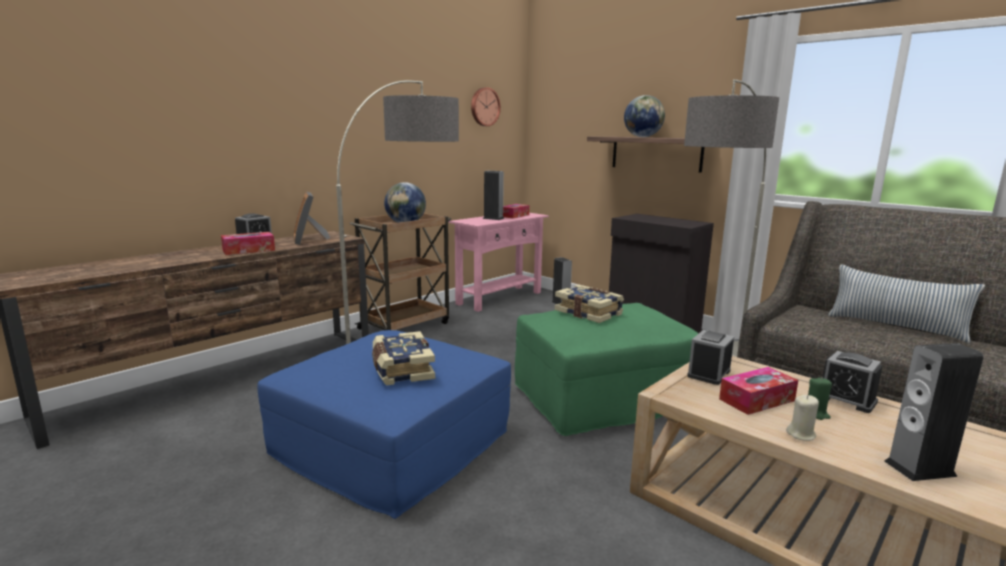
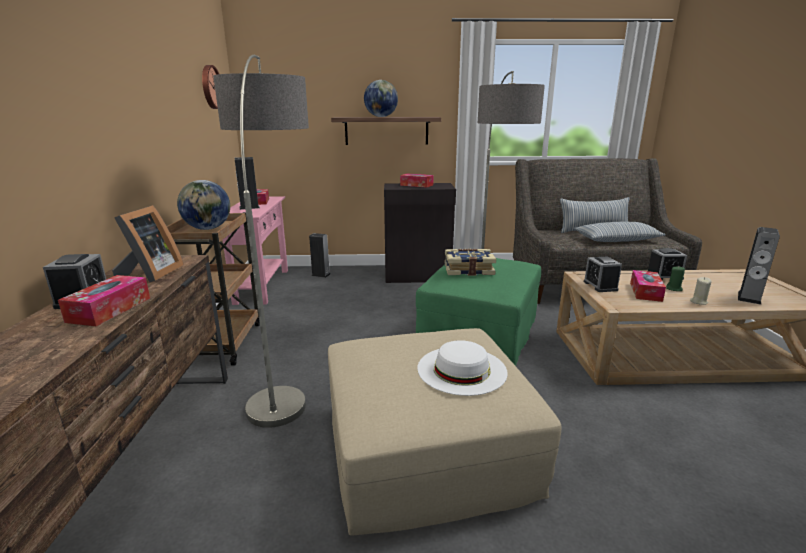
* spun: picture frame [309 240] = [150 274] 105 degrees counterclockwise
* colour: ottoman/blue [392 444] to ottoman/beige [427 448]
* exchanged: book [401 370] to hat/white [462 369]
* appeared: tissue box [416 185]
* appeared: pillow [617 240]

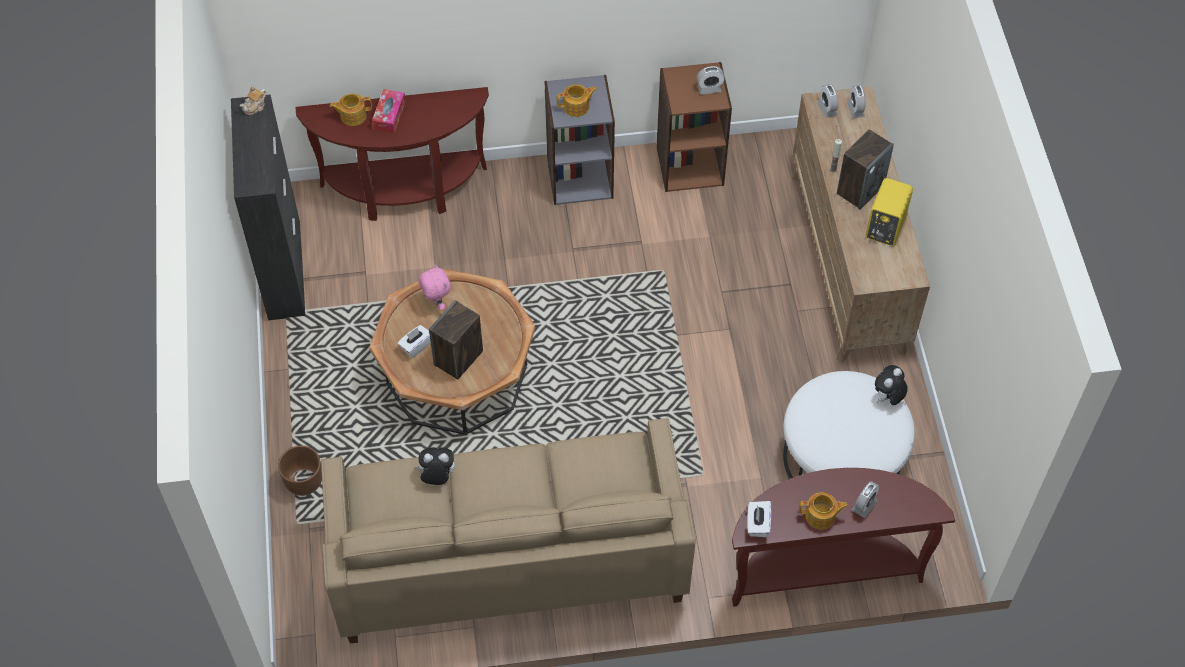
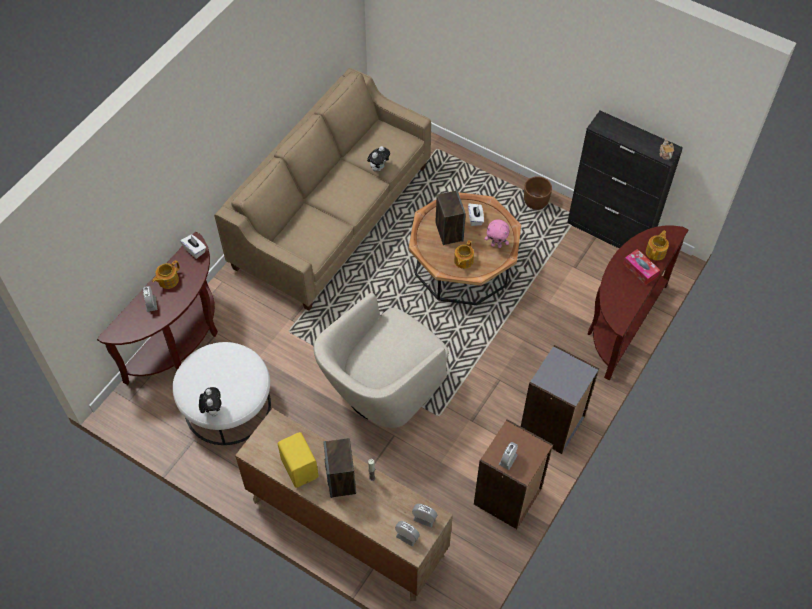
* relocated: teapot [577 107] to [463 261]
* relocated: planter/brown [303 481] to [536 201]
* appeared: armchair/beige [382 390]

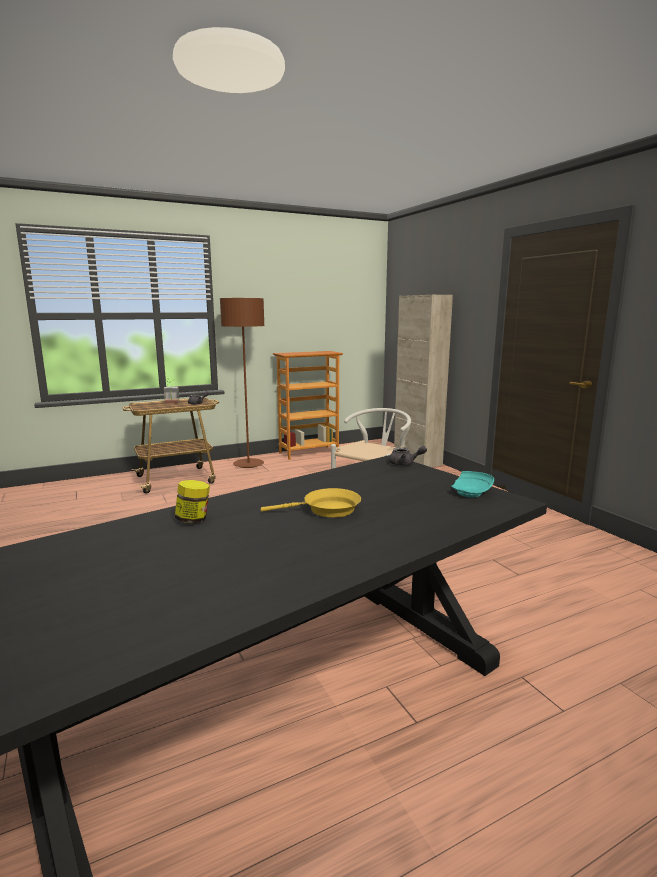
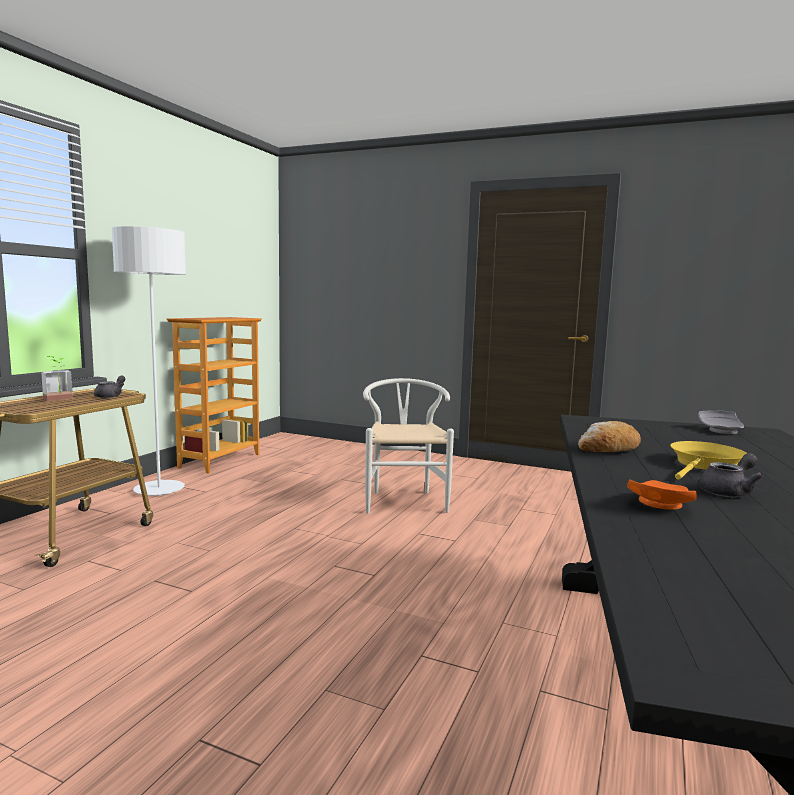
* missing: cabinet/beige [417 460]
* colour: floor lamp/brown [248 464] to floor lamp/white [159 490]
* relocated: teapot/grey [405 464] to [729 492]
* colour: plate/turquoise [471 492] to plate/grey [721 430]
* exchanged: jar [193 520] to plate/orange [658 505]
* appeared: bread [608 450]

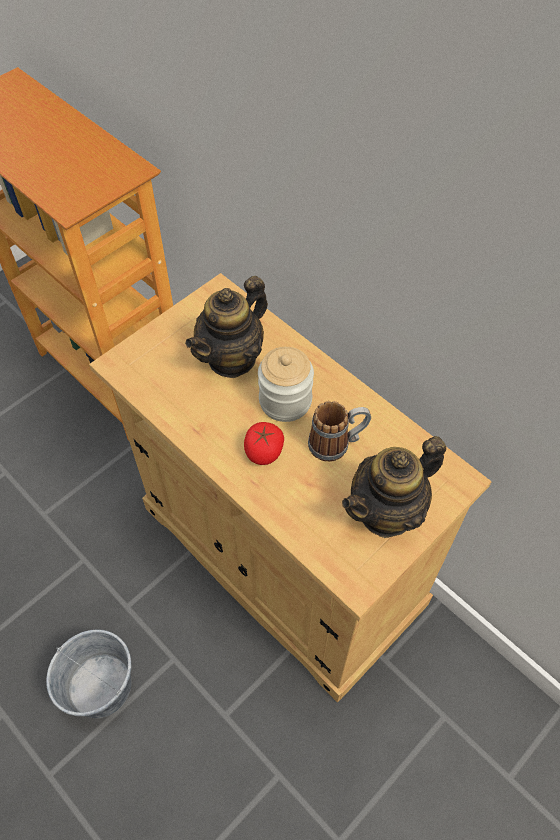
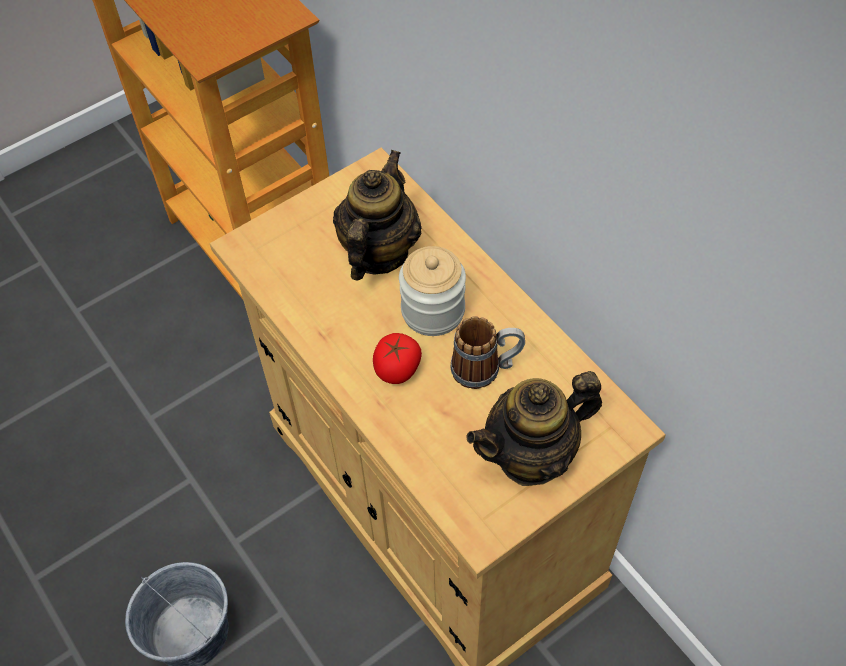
* spun: teapot [232 358] = [378 252] 150 degrees clockwise

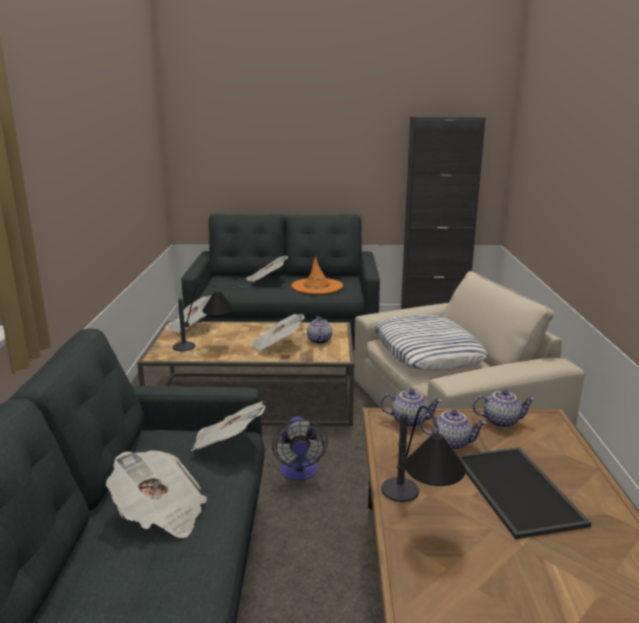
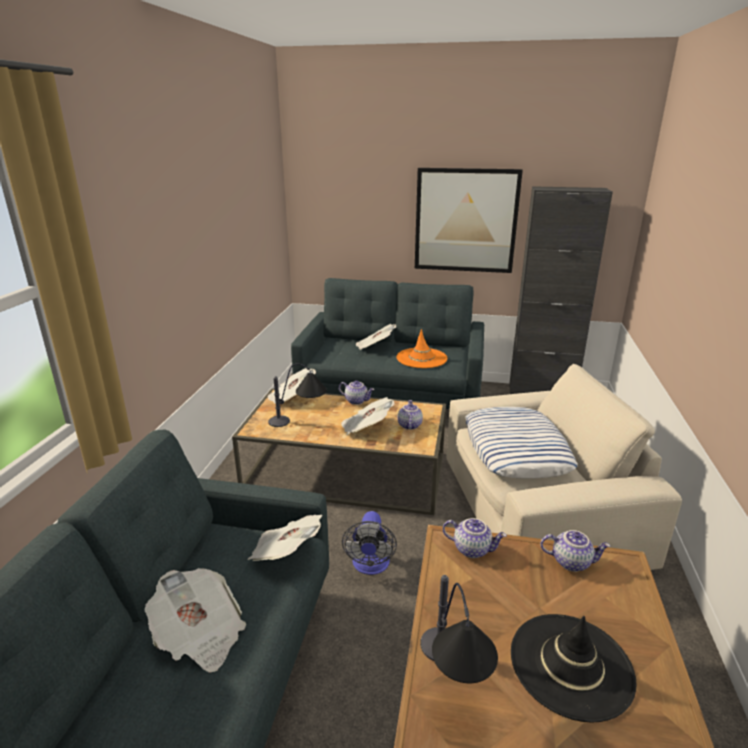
* relocated: teapot [451 443] to [357 401]
* exchanged: tray [519 490] to hat/black [571 665]
* appeared: picture [465 220]

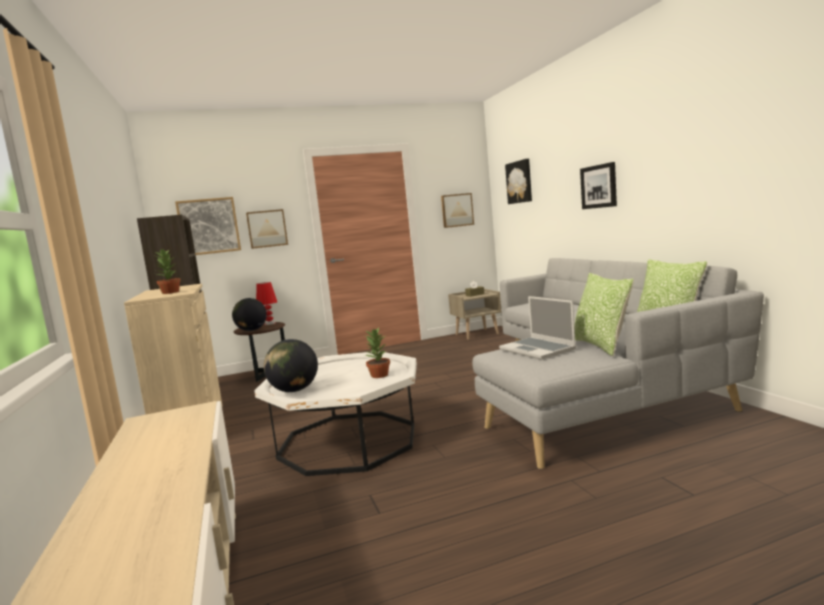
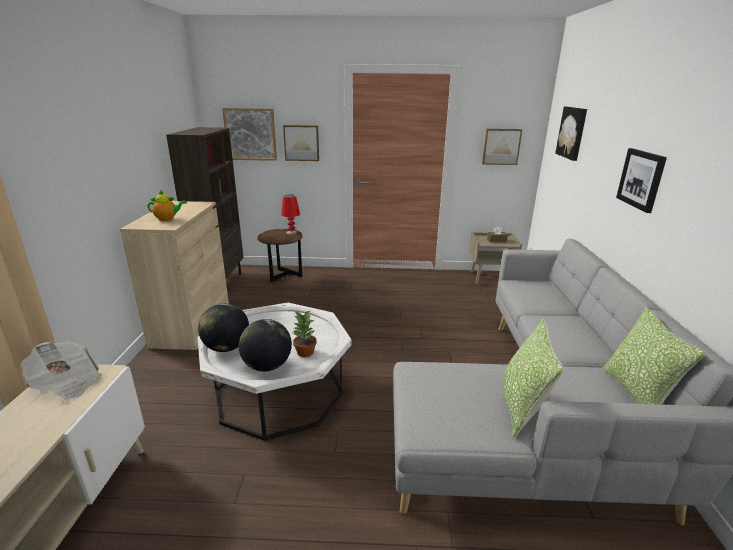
* exchanged: potted plant [170 292] to teapot [168 219]
* missing: laptop [538 349]
* relocated: globe [252 330] to [267 366]
* appeared: newspaper [67 384]

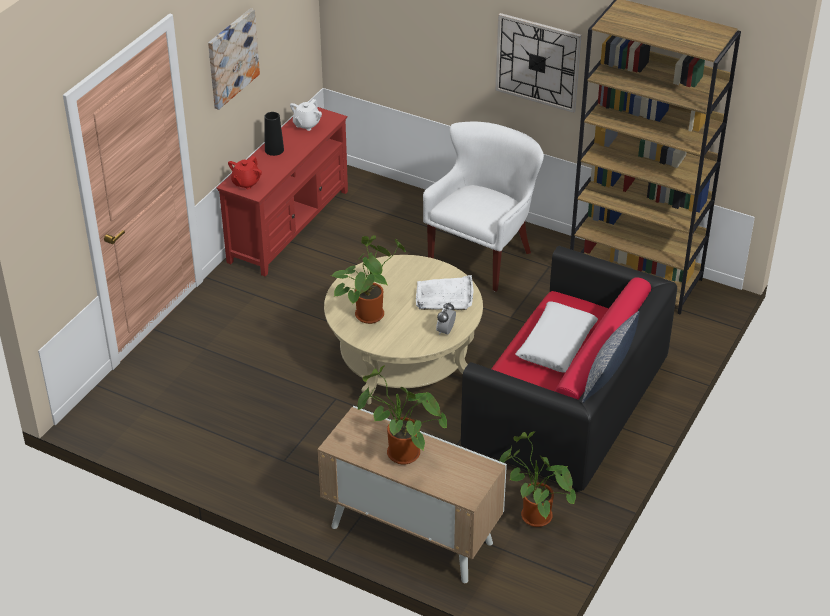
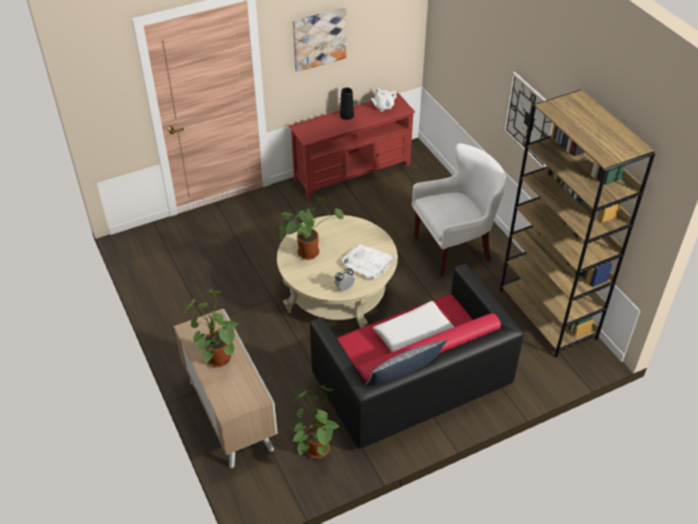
* missing: teapot/red [246 183]

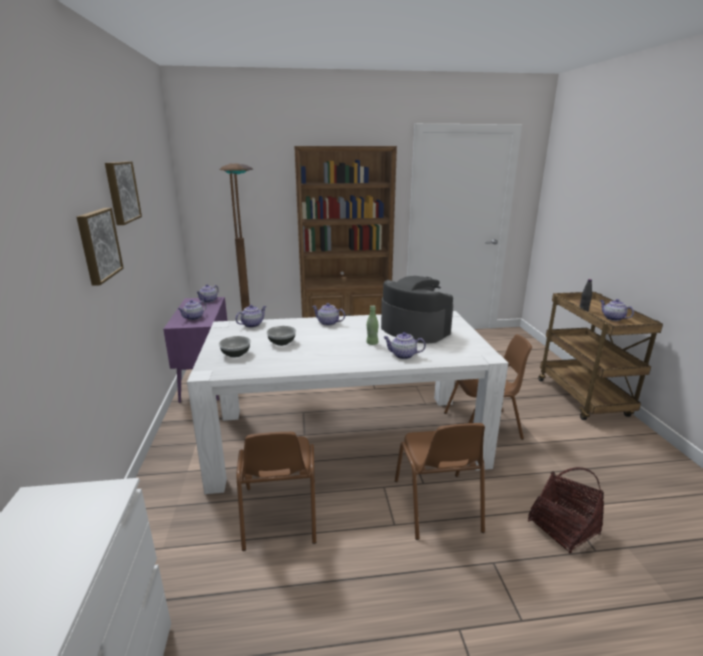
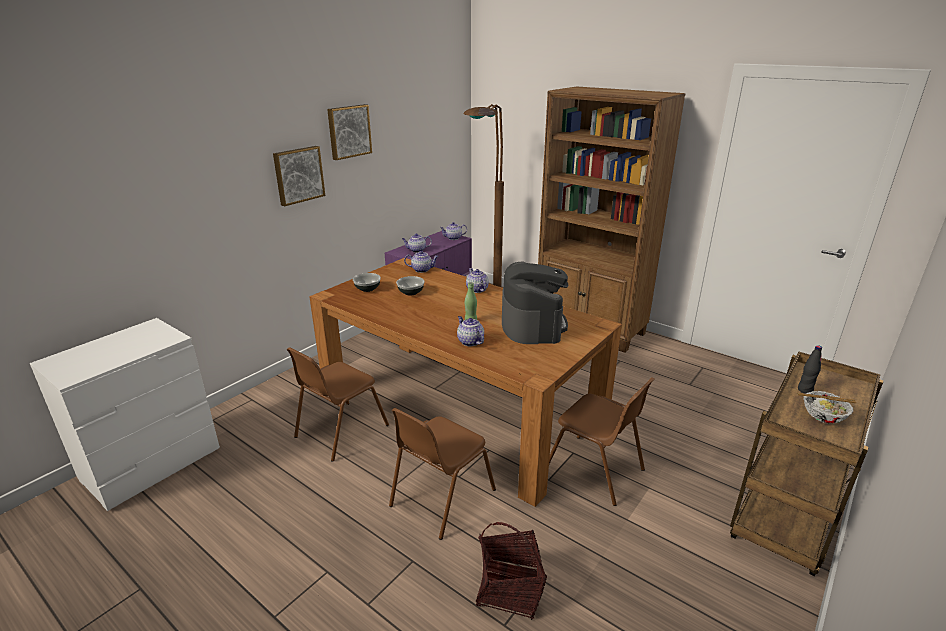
* exchanged: teapot [612 318] to bowl [823 417]
* colour: dining table/white [345 438] to dining table/brown [459 408]

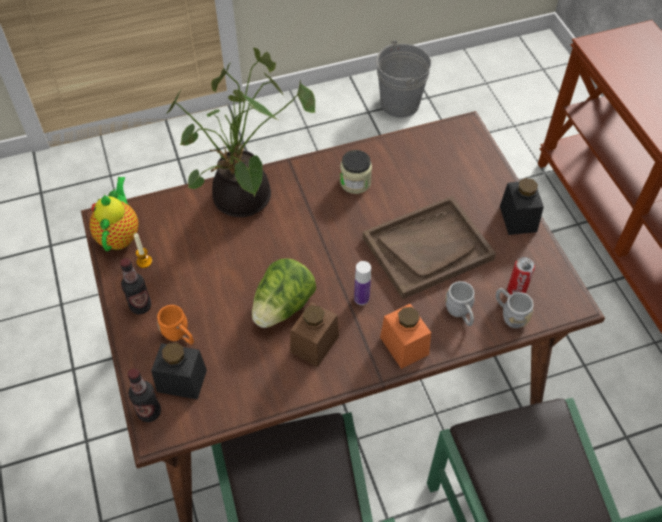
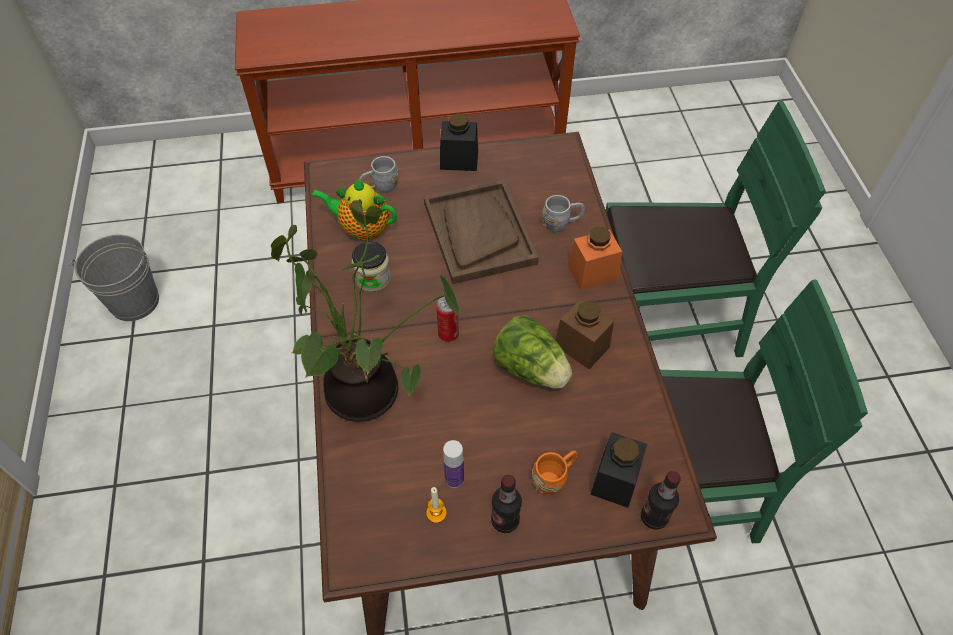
* relocated: teapot [119 235] to [362 229]
* relocated: can [516 290] to [448 334]
* relocated: bottle [361 298] to [454 479]
* relocated: mug/grey [509 314] to [380 188]

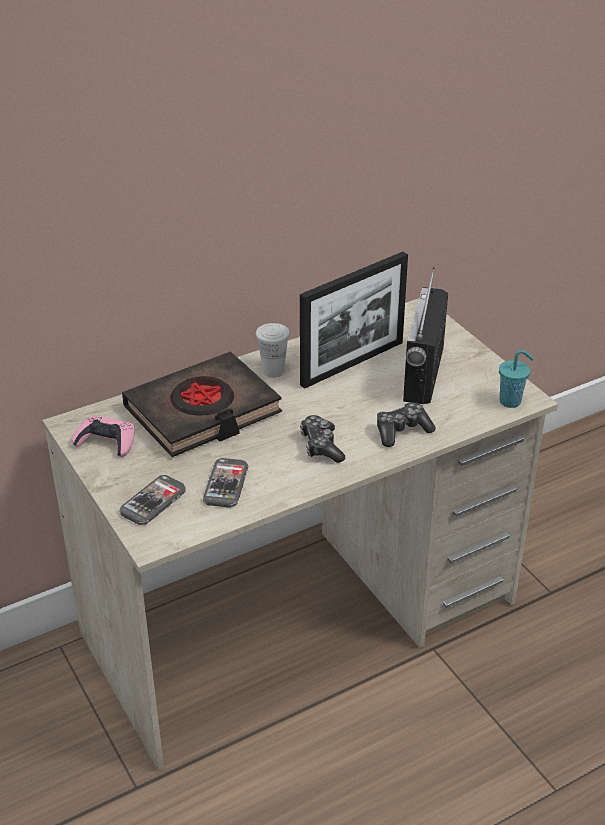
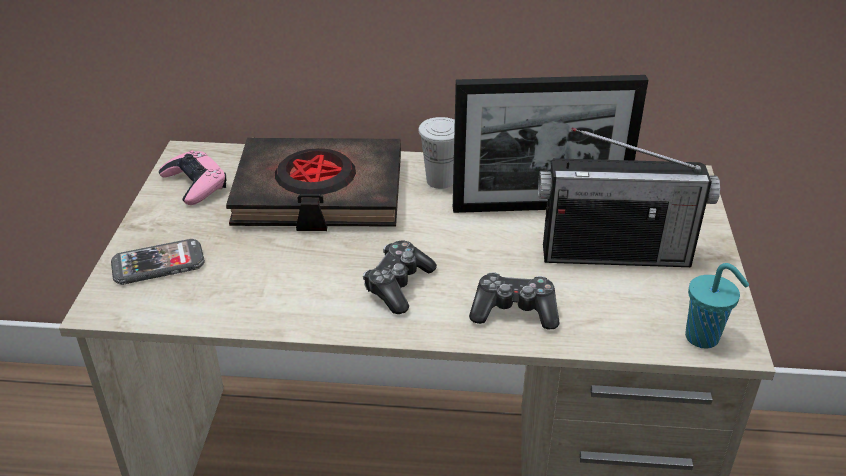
* spun: radio [423 374] = [615 253] 135 degrees counterclockwise
* missing: phone [226 484]

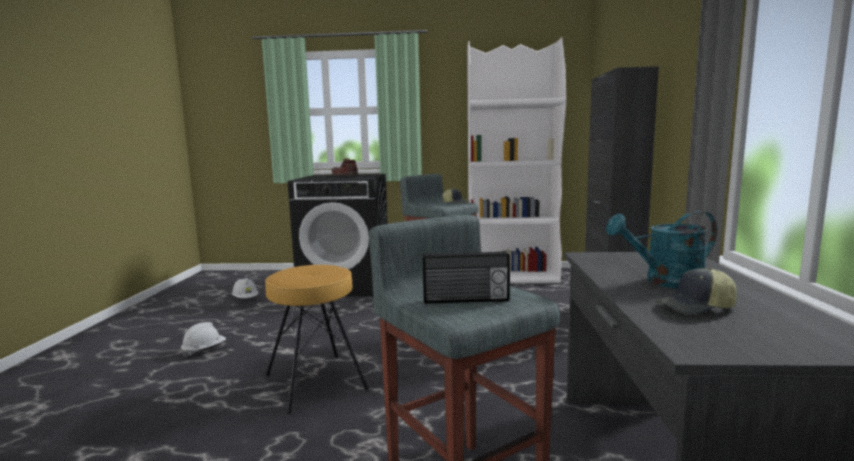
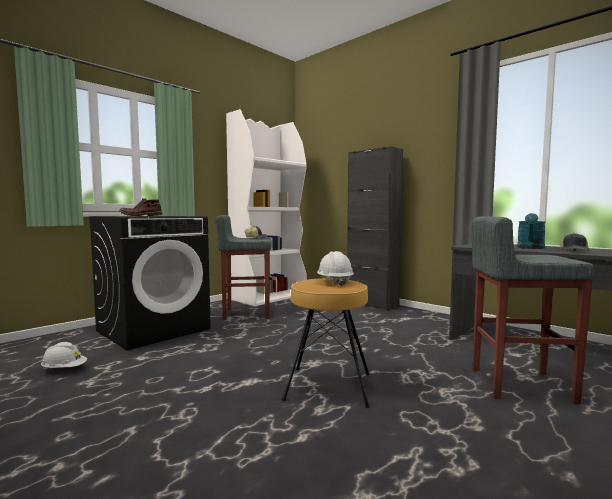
* missing: radio [466 300]
* relocated: hard hat/white [204 350] to [334 282]

